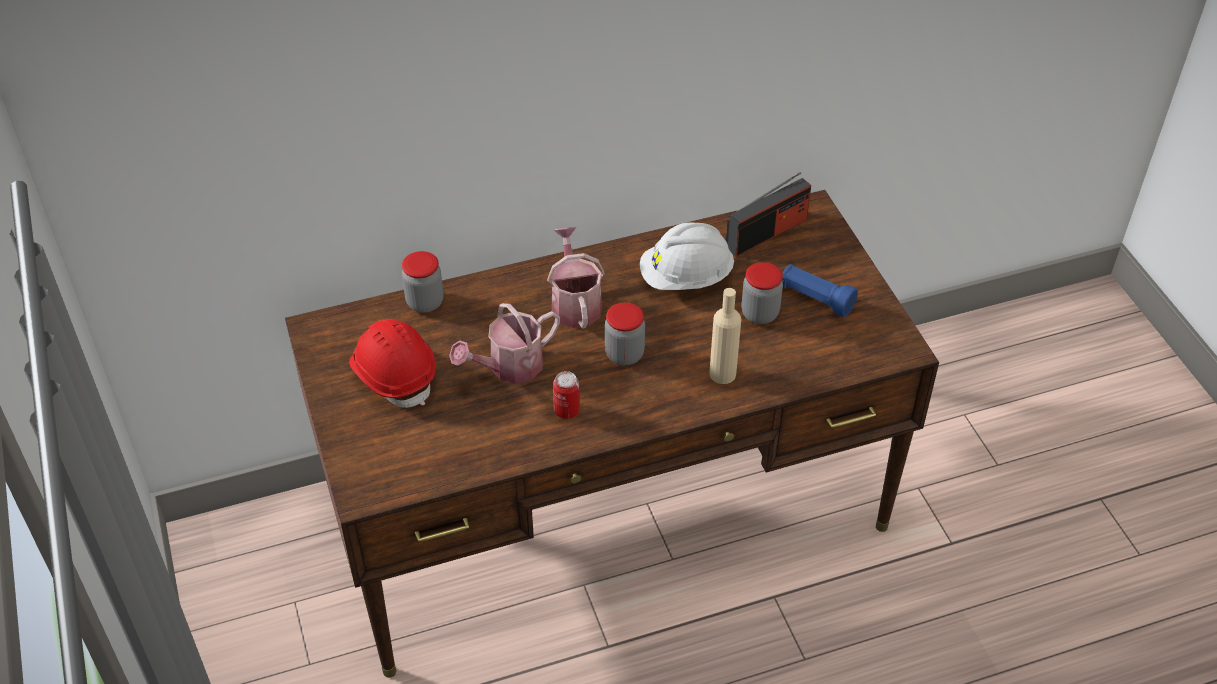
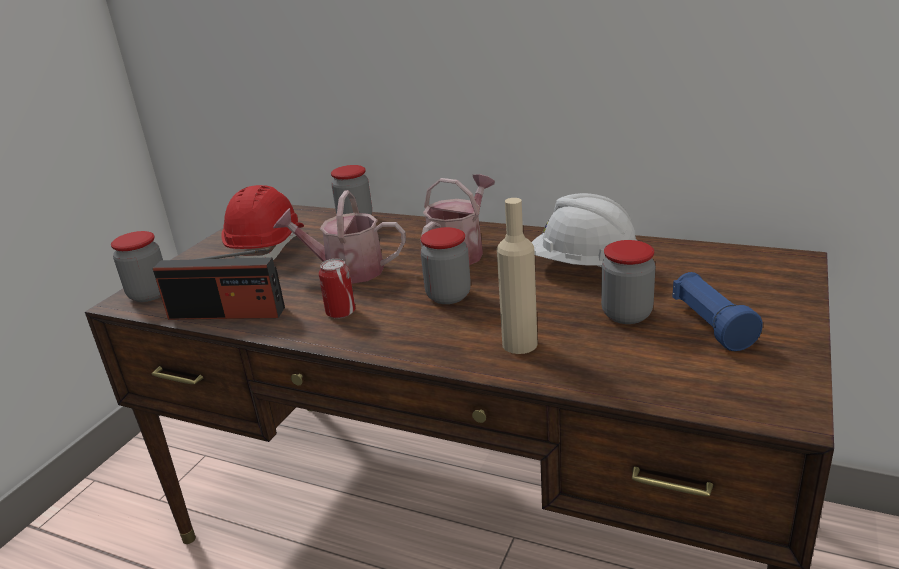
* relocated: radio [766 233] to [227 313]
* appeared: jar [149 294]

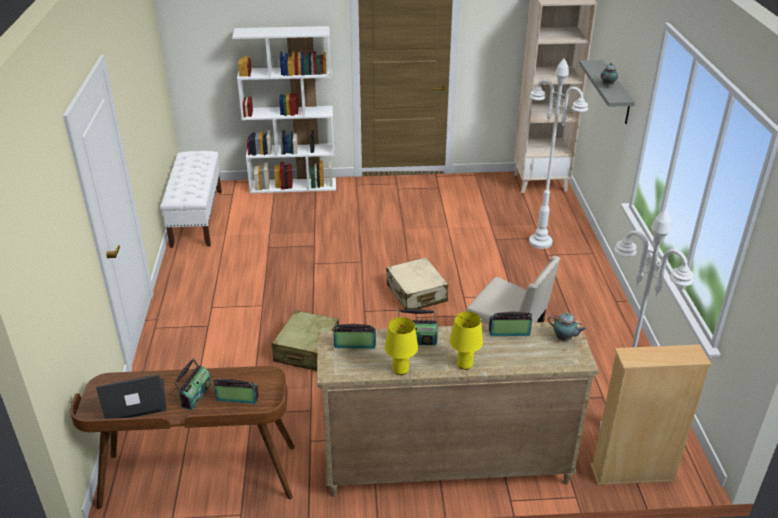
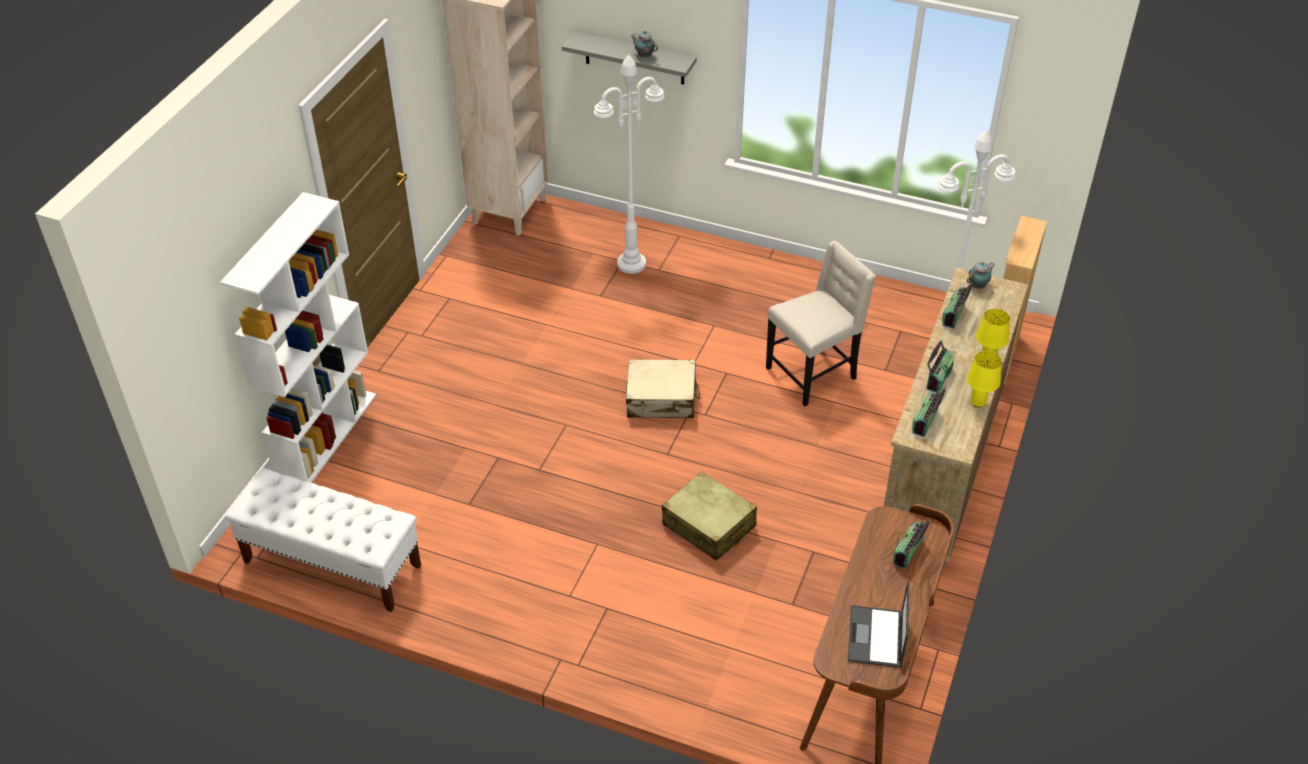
* missing: radio [195 395]

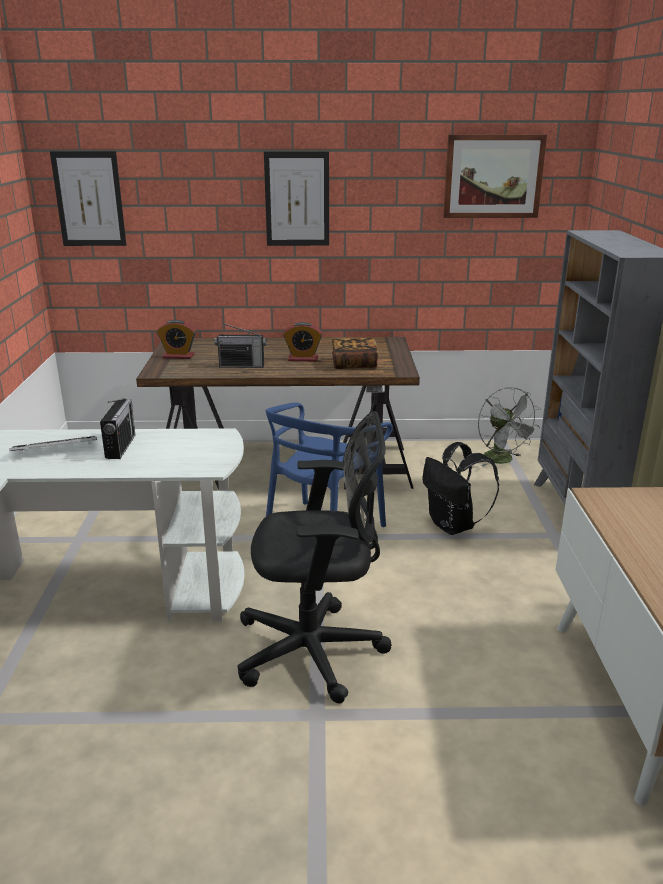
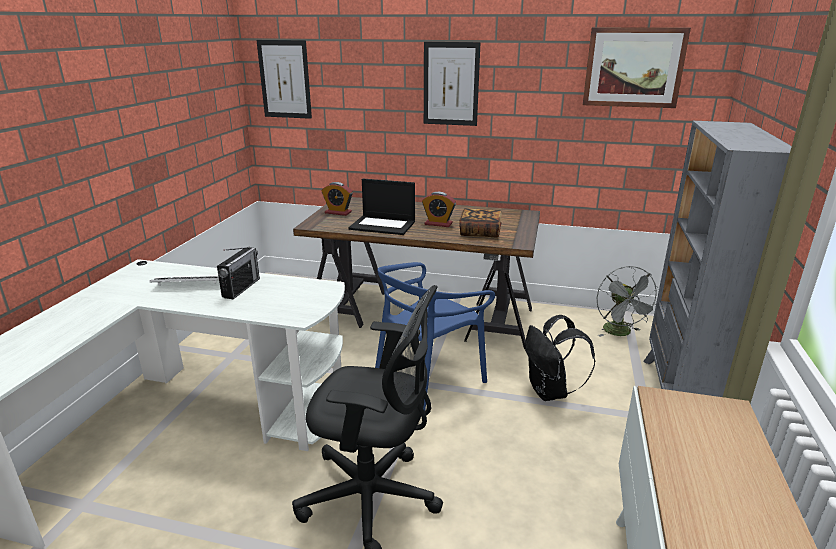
* exchanged: radio [242 366] to laptop [383 225]

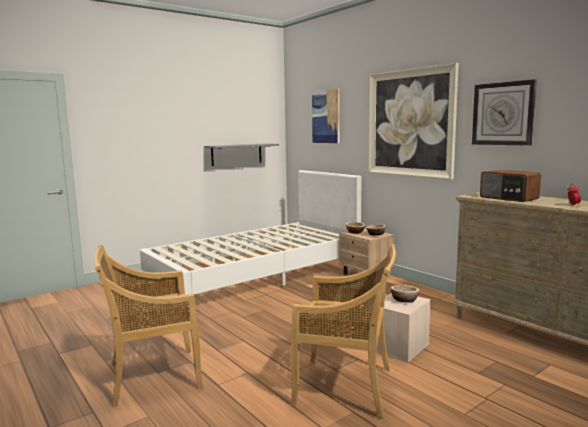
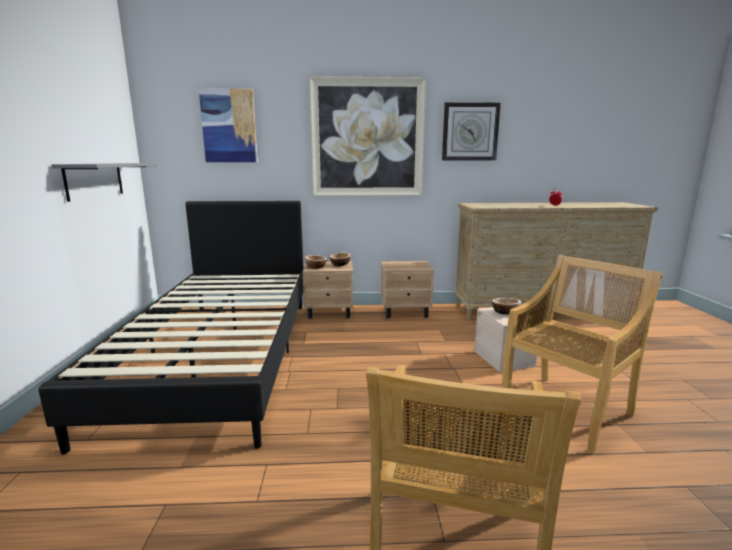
* colour: bed/white [257 275] to bed/black [221 356]
* missing: radio [508 198]
* appeared: nightstand/beige [406 312]

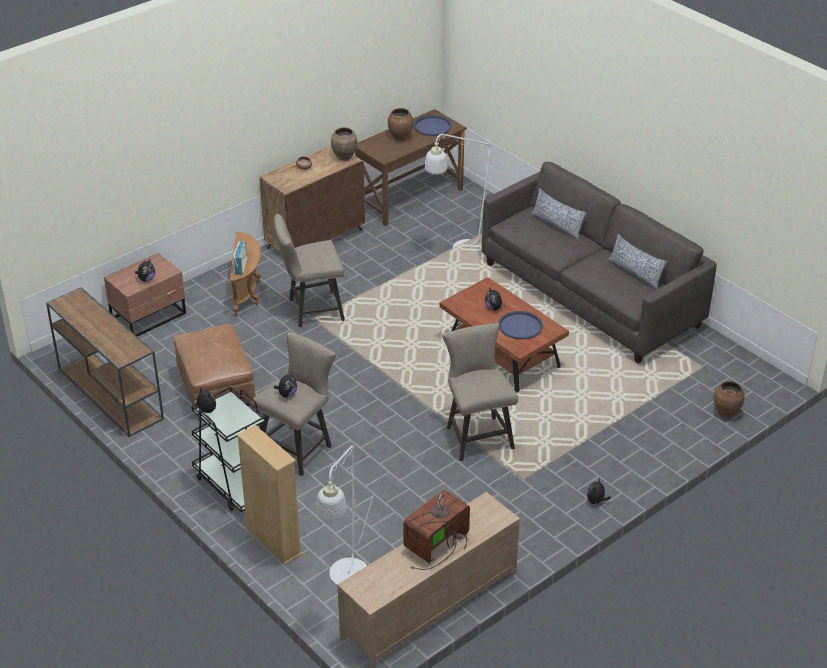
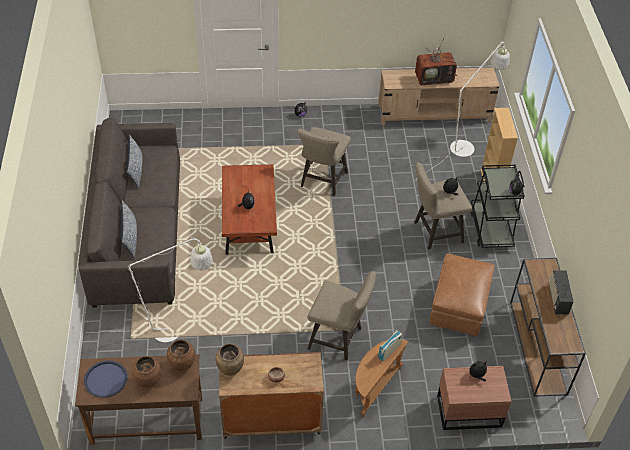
* missing: tray/blue [520 326]
* relocated: vase/brown [725 413] to [182 366]
* appeared: radio [557 299]

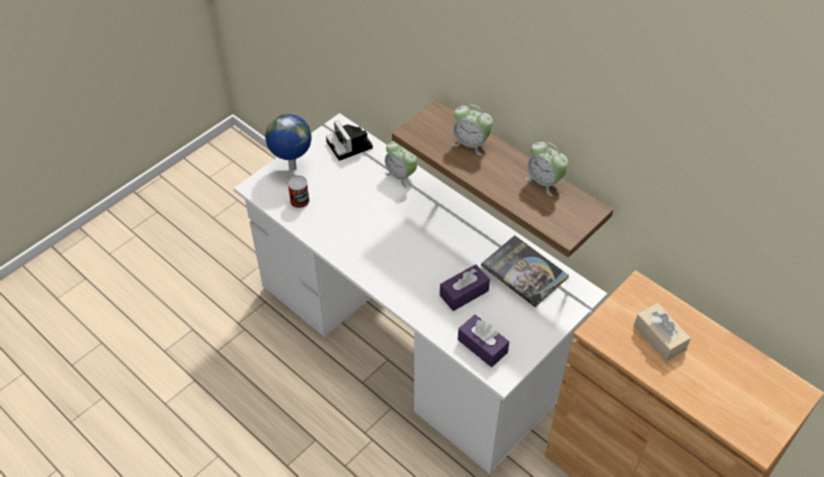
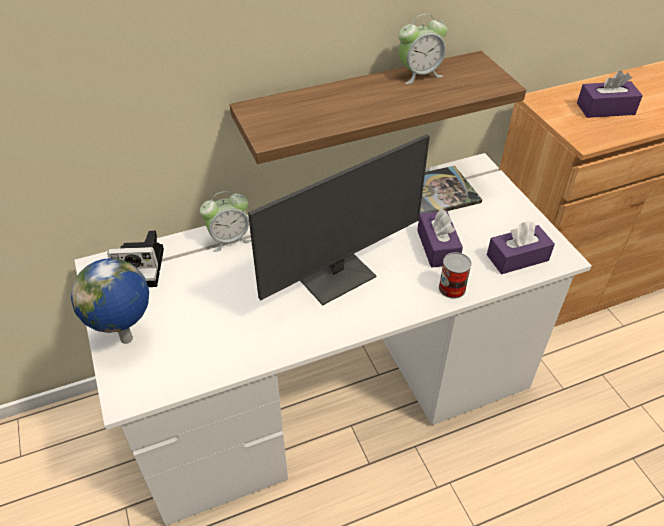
* missing: alarm clock [471 144]
* relocated: can [299 200] to [452 288]
* colour: tissue box/beige [659 338] to tissue box/purple [605 109]
* appeared: monitor [336 276]

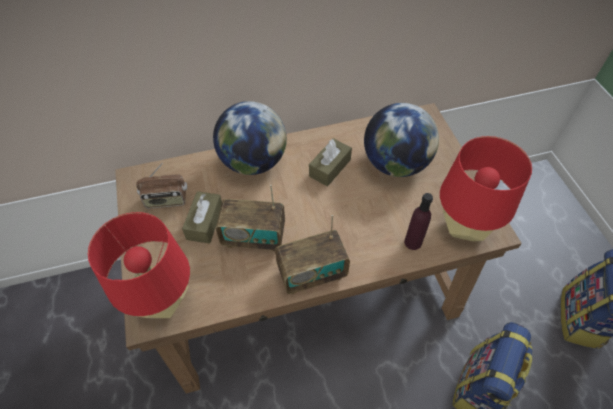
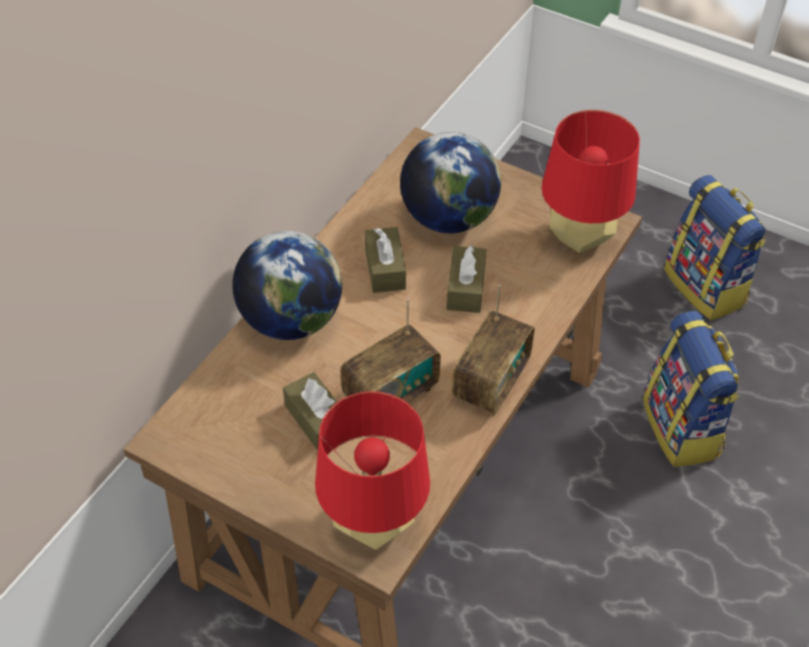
* missing: radio [166 200]
* missing: bottle/purple [413 242]
* appeared: tissue box/brown [465 288]

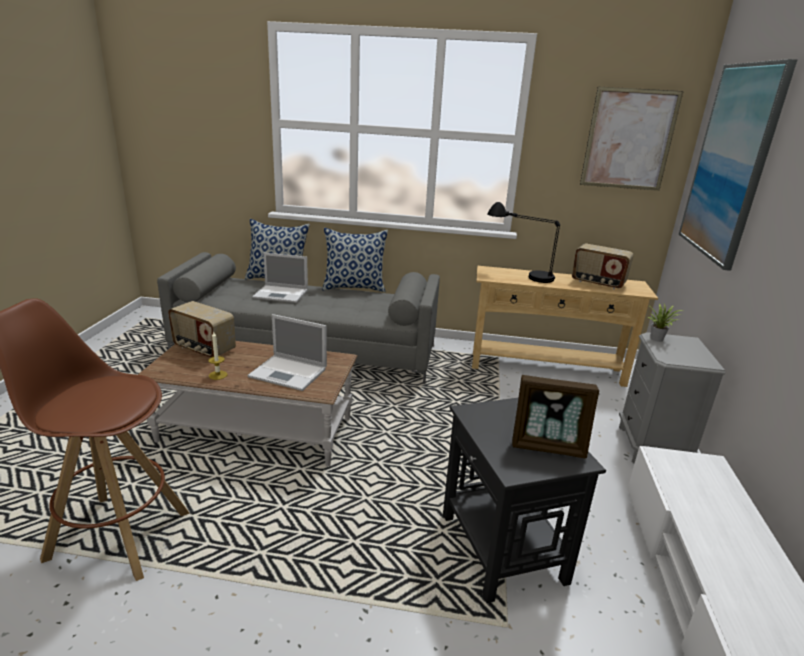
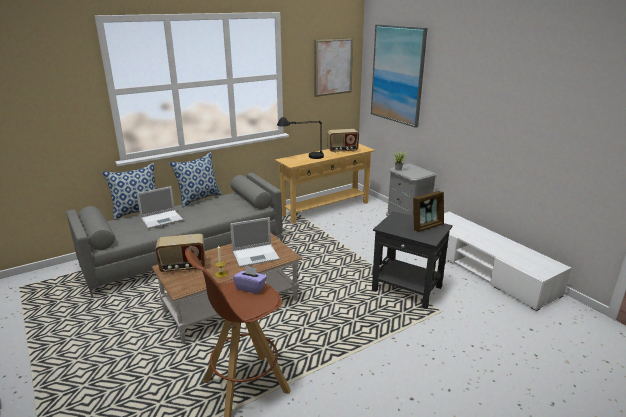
* appeared: tissue box/purple [250 287]

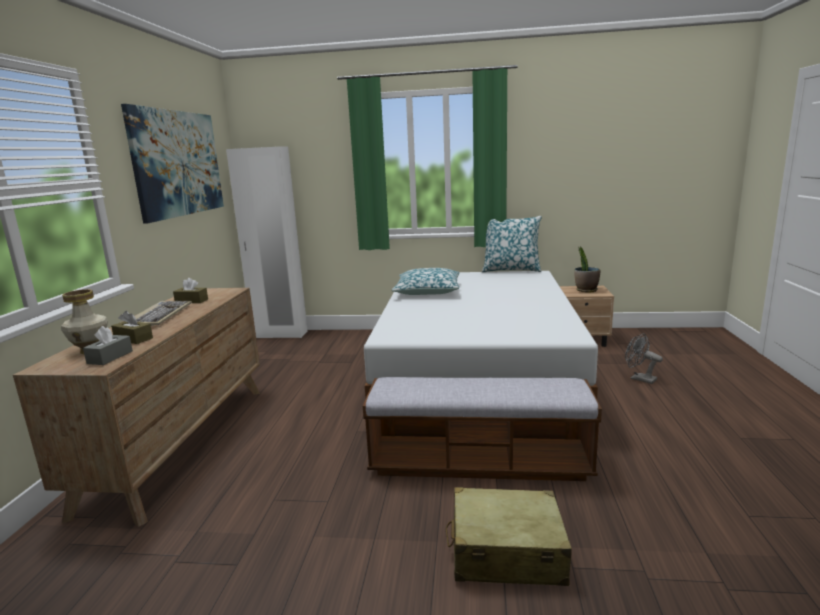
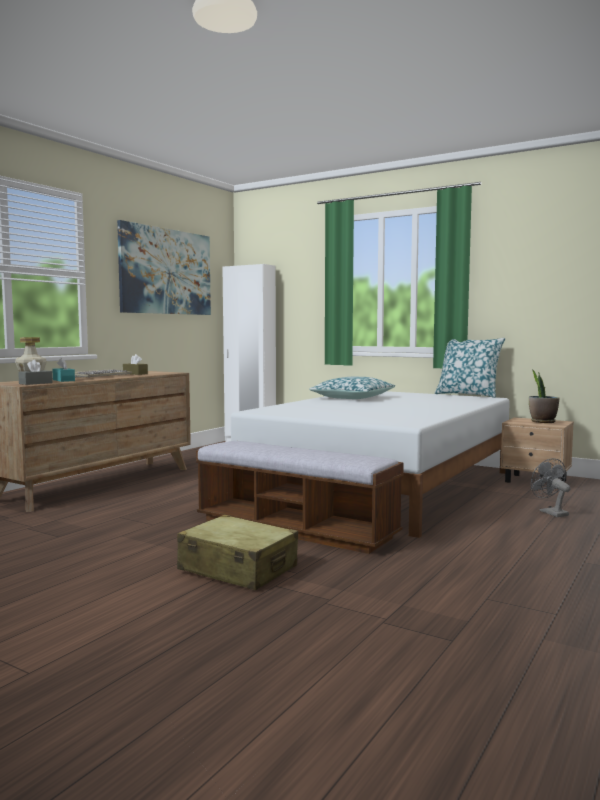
* colour: tissue box/brown [133 339] to tissue box/turquoise [63 380]

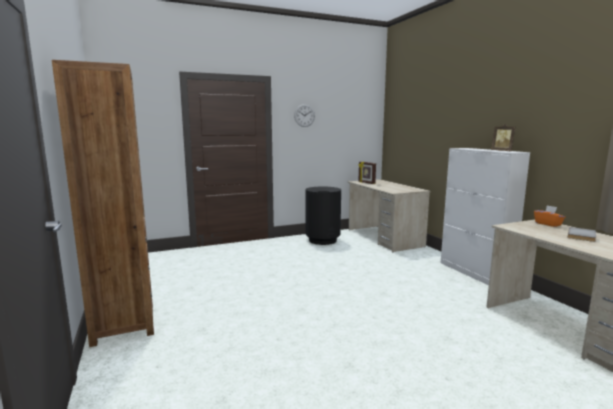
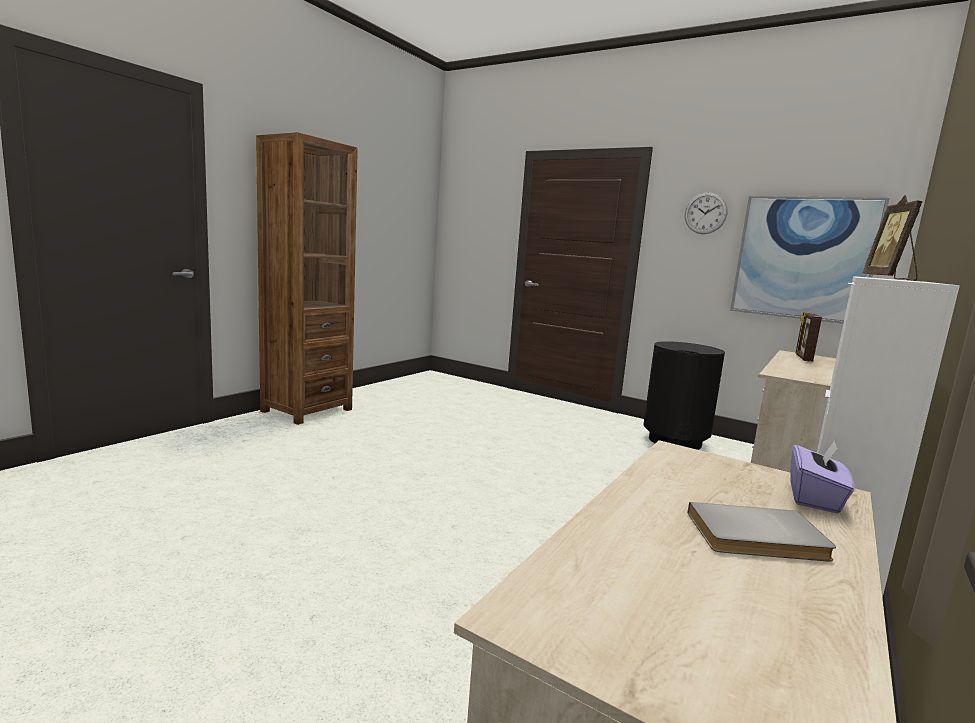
* colour: tissue box/orange [548 224] to tissue box/purple [814 498]
* appeared: picture [803 258]

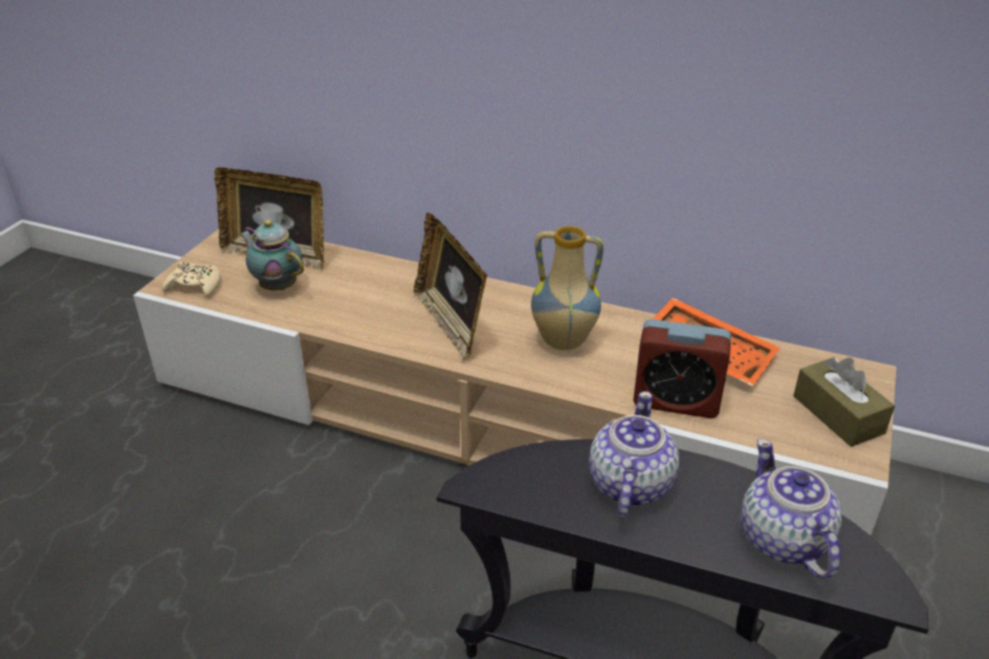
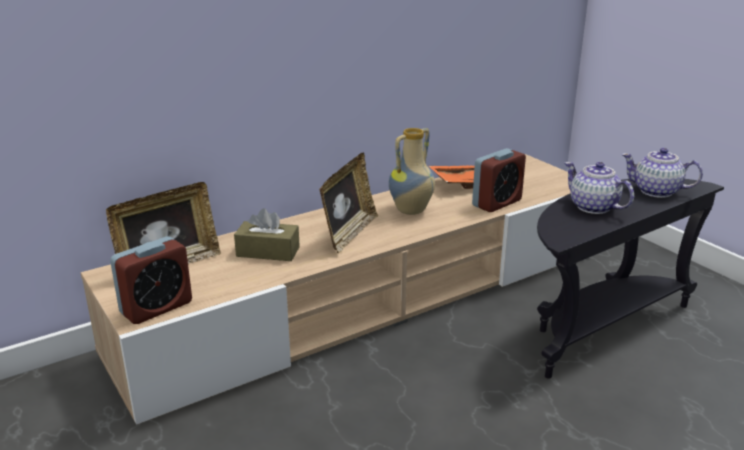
* spun: picture frame [450 323] = [349 234] 75 degrees counterclockwise
* missing: teapot [277 286]
* exchanged: game controller/beige [195 286] to alarm clock [156 308]
* relocated: tissue box/brown [838 414] to [268 252]

